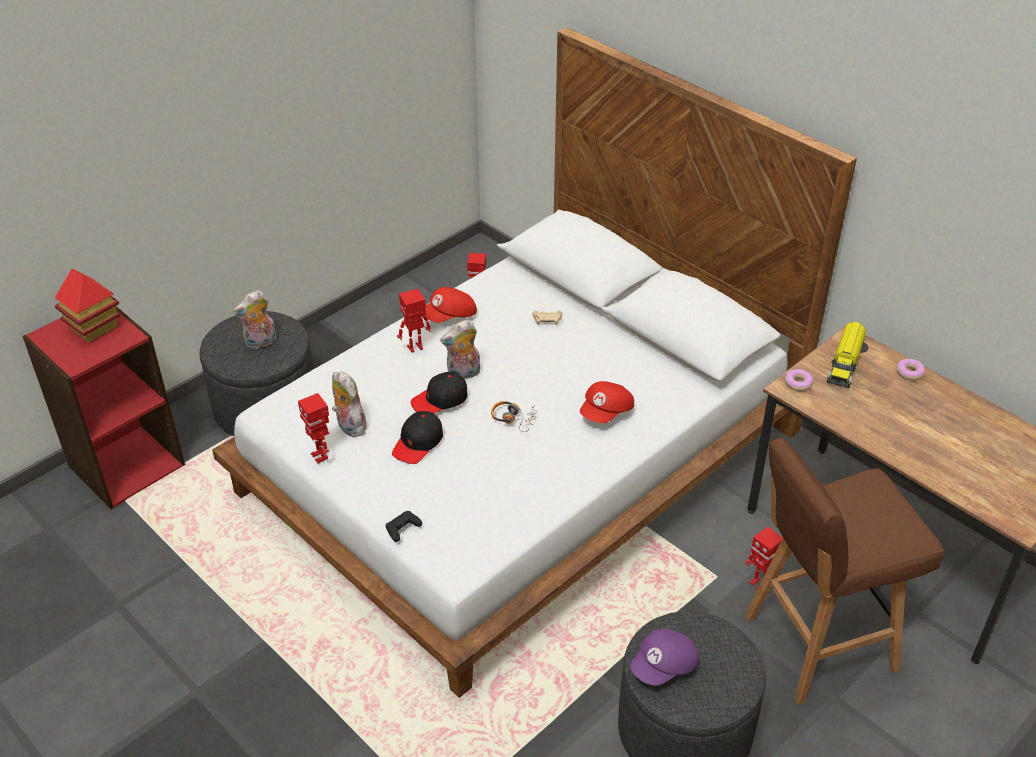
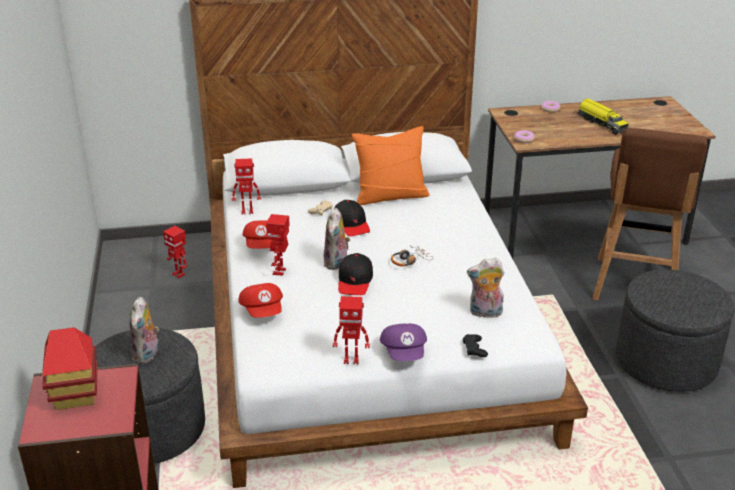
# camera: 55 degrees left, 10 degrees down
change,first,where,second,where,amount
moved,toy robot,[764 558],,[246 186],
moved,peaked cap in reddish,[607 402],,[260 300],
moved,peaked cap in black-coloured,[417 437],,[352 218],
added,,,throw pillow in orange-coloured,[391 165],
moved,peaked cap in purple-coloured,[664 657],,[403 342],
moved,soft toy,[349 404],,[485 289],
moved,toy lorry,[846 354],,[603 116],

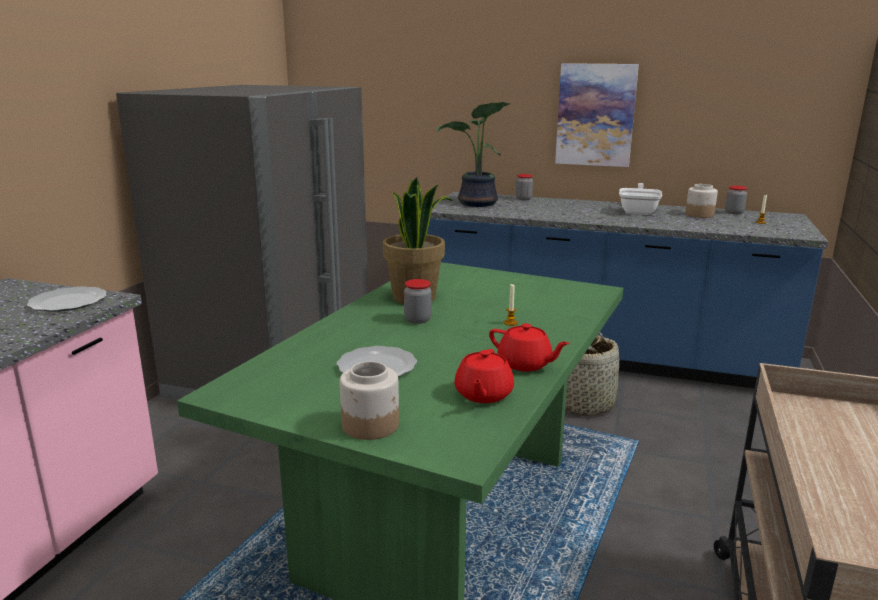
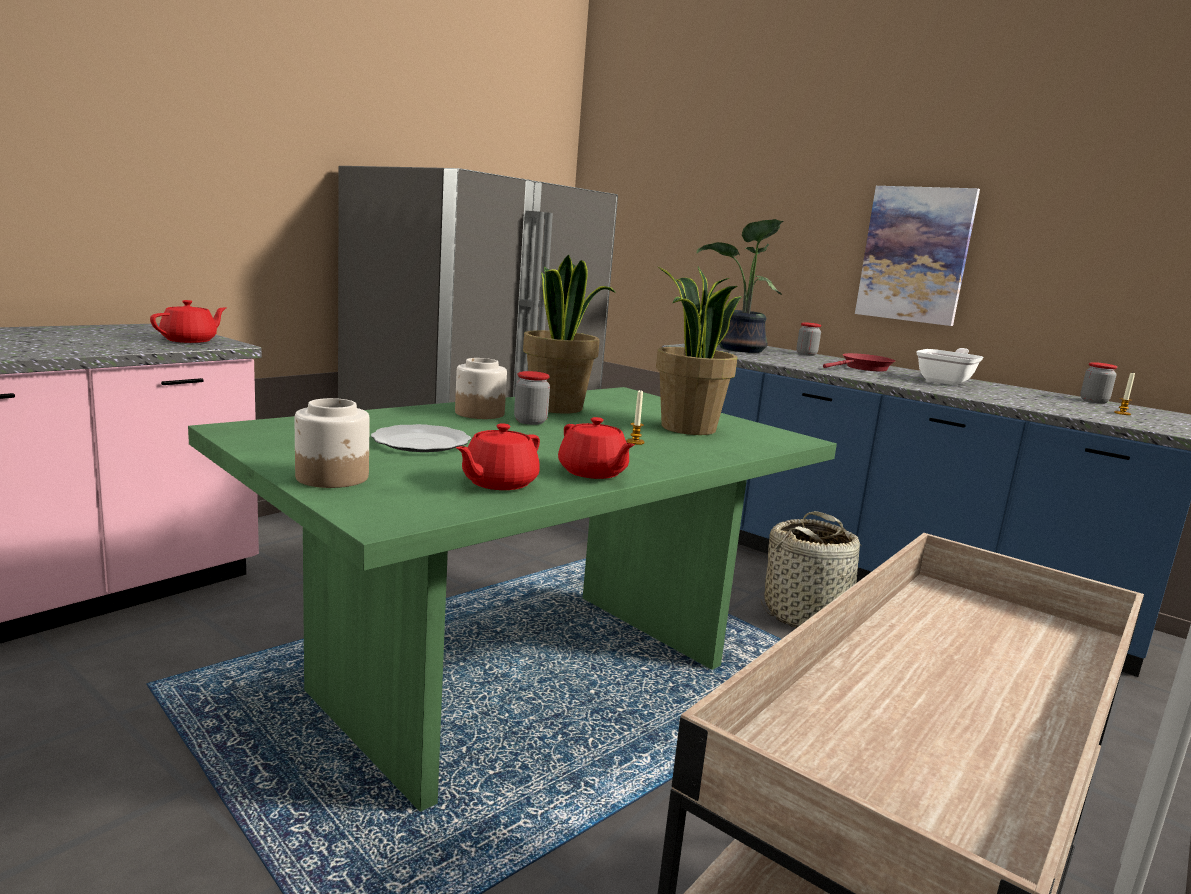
# camera: 20 degrees right, 5 degrees down
change,first,where,second,where,amount
replaced,plate,[67 299],tea pot in reddish,[188 321],
moved,jar,[701 201],,[481 388],
added,,,potted plant,[699 351],
added,,,skillet in reddish,[859 362],

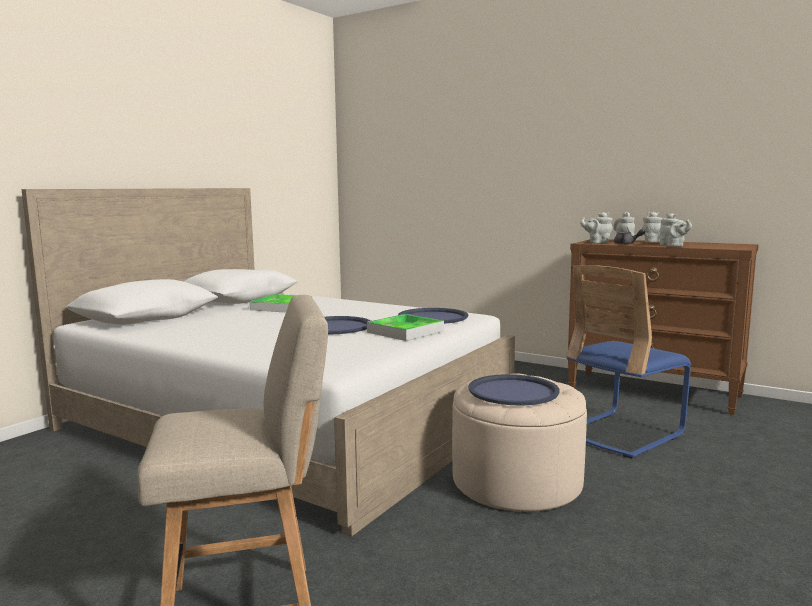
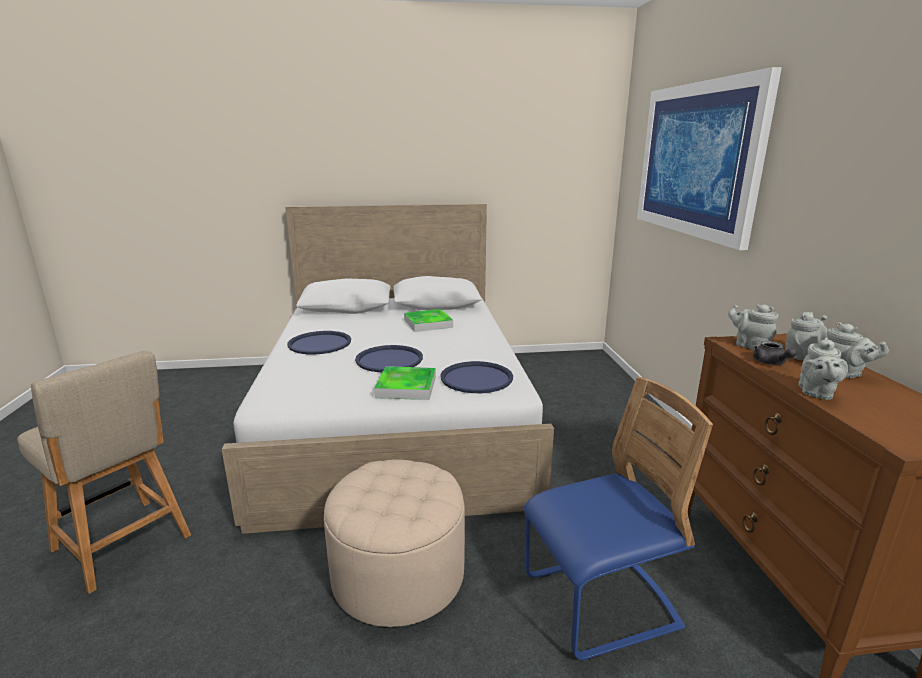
# camera: 50 degrees right, 10 degrees up
change,first,where,second,where,amount
moved,tray in blue,[513 390],,[319 342],
turned,upright chair in blue,[628 362],,[618 518],150 degrees clockwise
added,,,wall art,[709 158],

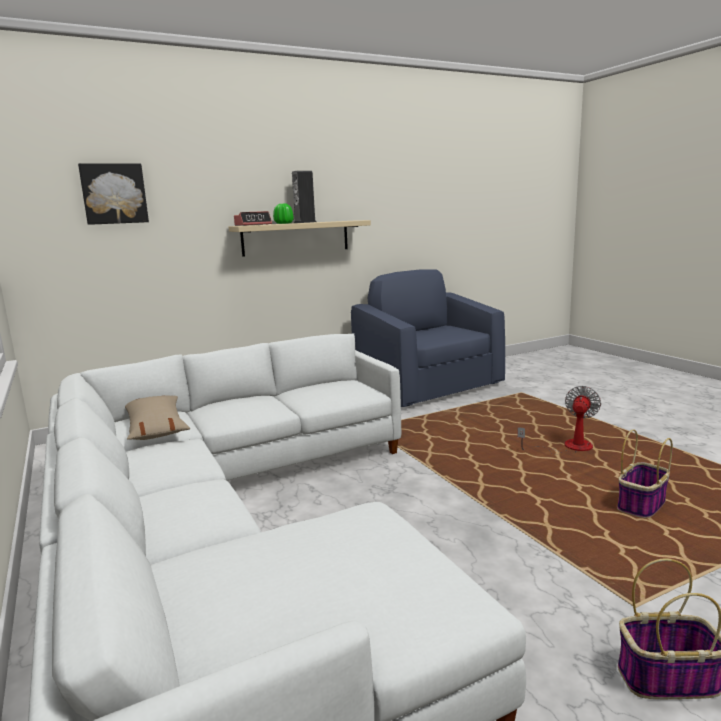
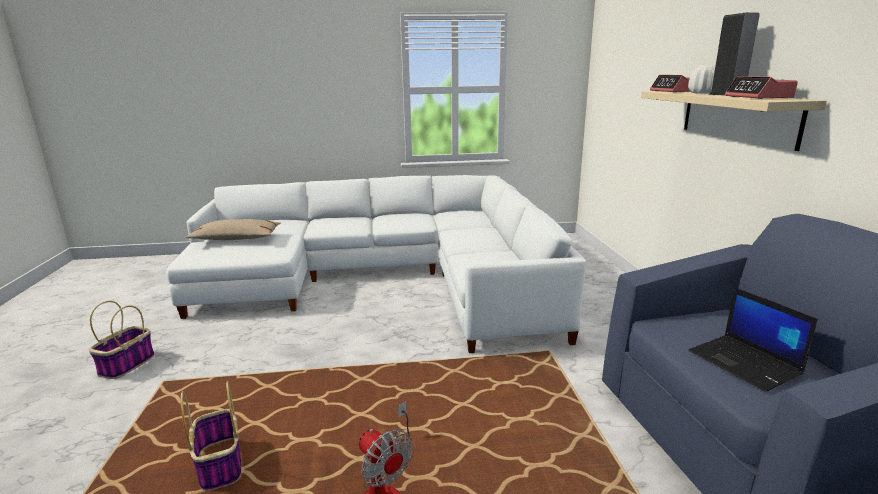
# camera: 110 degrees right, 5 degrees up
change,first,where,second,where,amount
moved,throw pillow in sand-coloured,[157 417],,[233 229],
recoloured,decorative vase in greenish,[283 214],decorative vase in white,[701 79],
added,,,laptop,[753 339],
added,,,table clock,[761 87],
removed,wall art,[113 194],,,

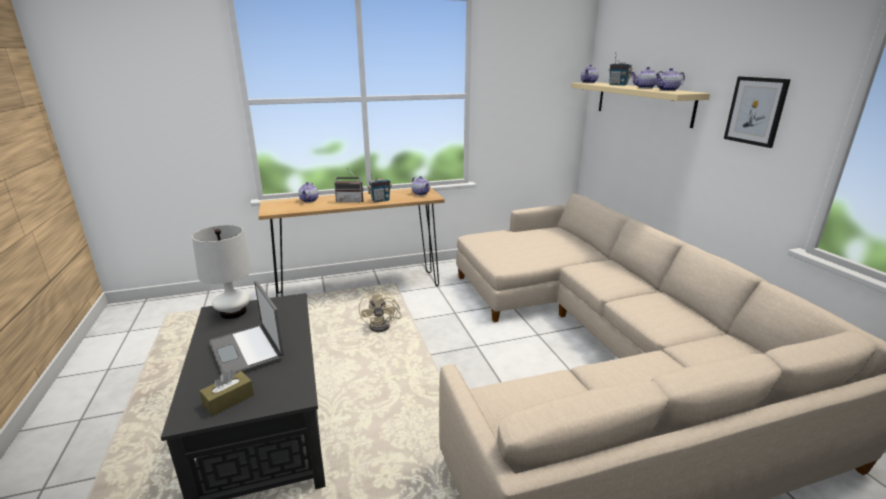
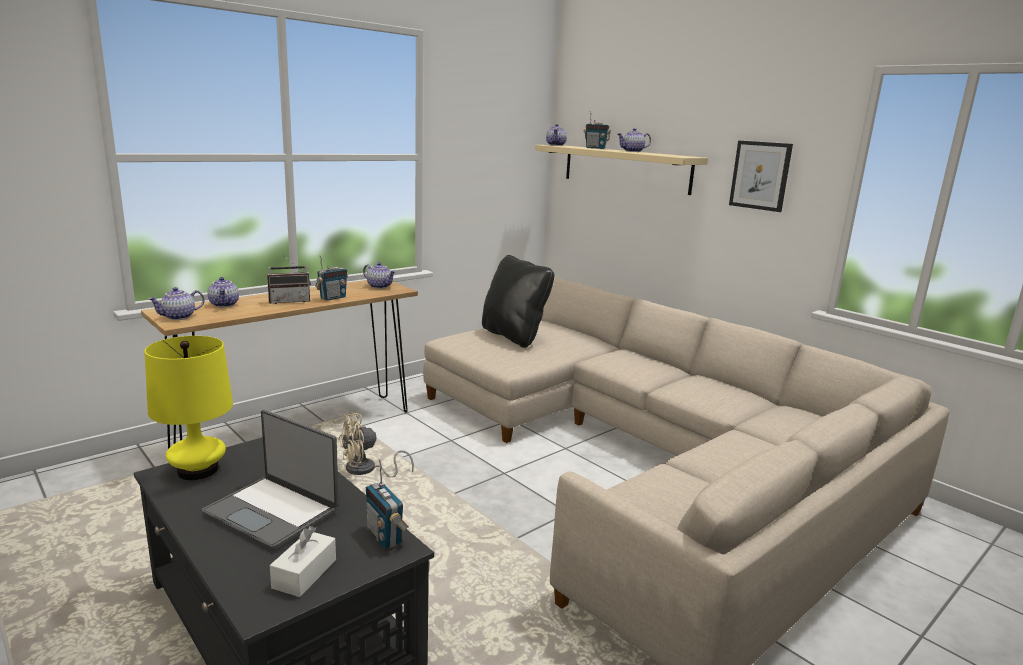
# camera: 25 degrees left, 5 degrees down
change,first,where,second,where,amount
recoloured,lamp for a table in white,[222 272],lamp for a table in yellowish,[188 408],
moved,tea pot,[670 79],,[176 303],
recoloured,tissue box in brown,[226 393],tissue box in white,[303 561],
turned,fan in sand-coloured,[380 310],,[376 445],90 degrees clockwise
added,,,radio set,[387 504],
added,,,throw pillow in black-coloured,[518 301],

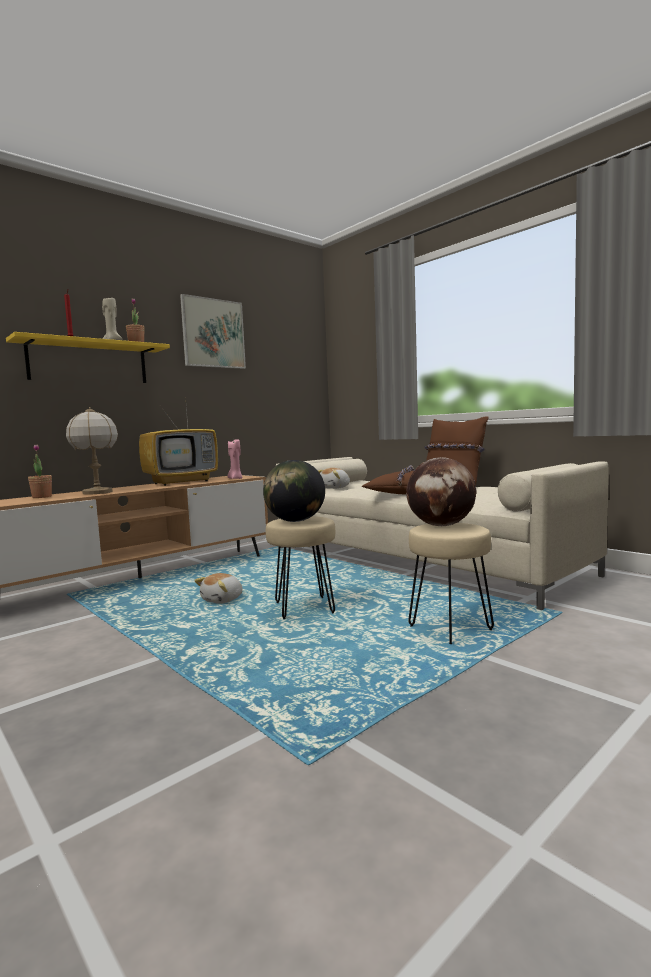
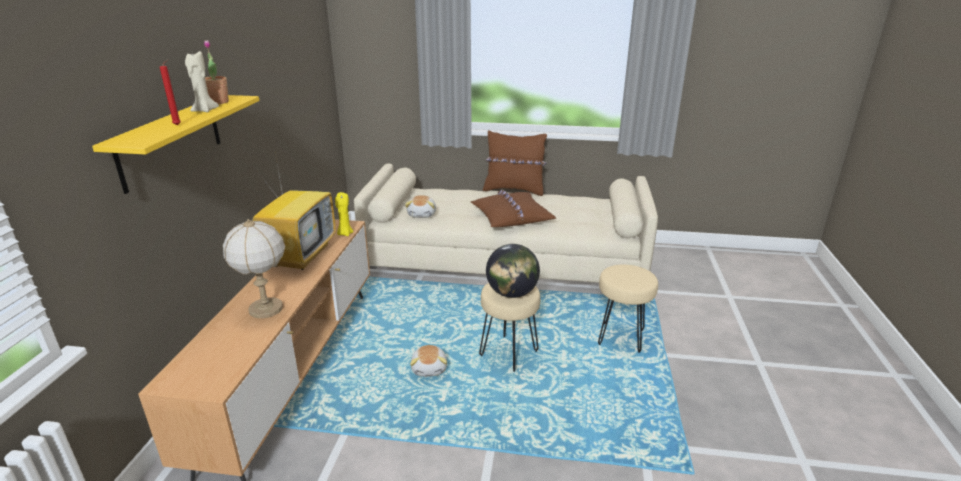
# camera: 40 degrees left, 20 degrees up
change,first,where,second,where,amount
recoloured,wax candle in pinkish,[235 459],wax candle in yellowish,[344 214],
removed,potted plant,[40 471],,,
removed,wall art,[213 331],,,
removed,desk globe,[441 491],,,

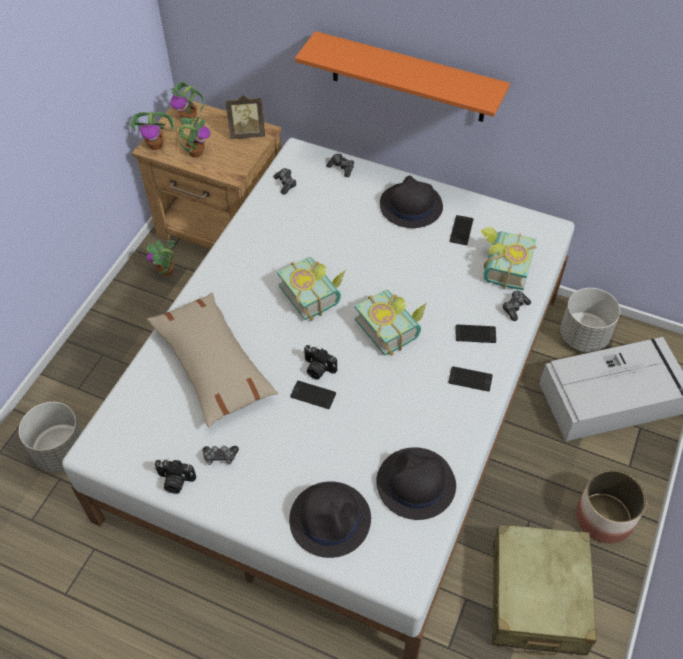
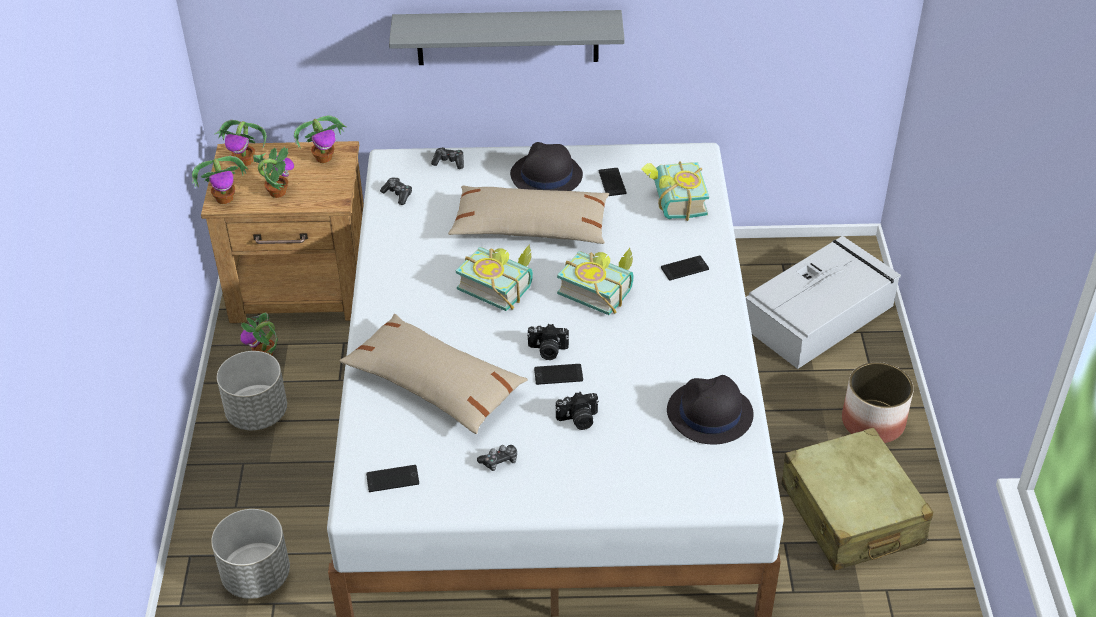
# camera: 25 degrees left, 10 degrees down
change,first,where,second,where,amount
moved,flower pot in grey,[590 320],,[252 390],
replaced,standing frame,[245 117],potted plant,[320 139],
moved,telephone,[471 379],,[392 478],
recoloured,bracket shelf in orange-coloured,[402 76],bracket shelf in grey,[507 37],
added,,,throw pillow in sand-coloured,[528 215],
moved,photo camera,[175 476],,[577 411],
removed,clothing hat in black-coloured,[330 519],,,
removed,gamepad,[517 306],,,

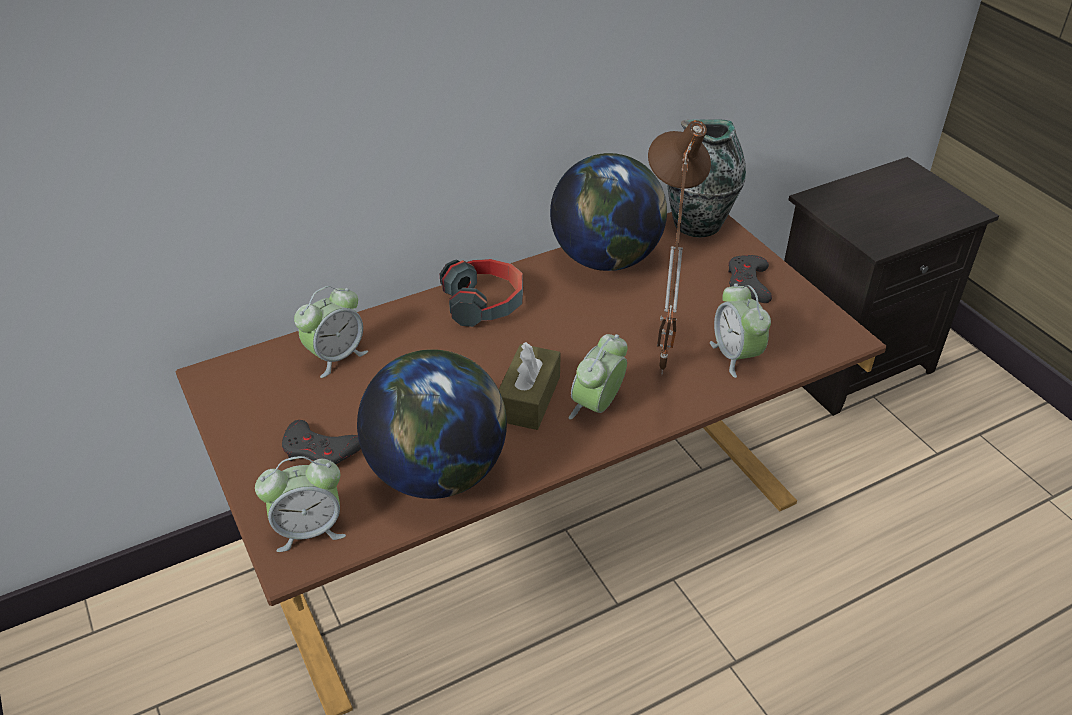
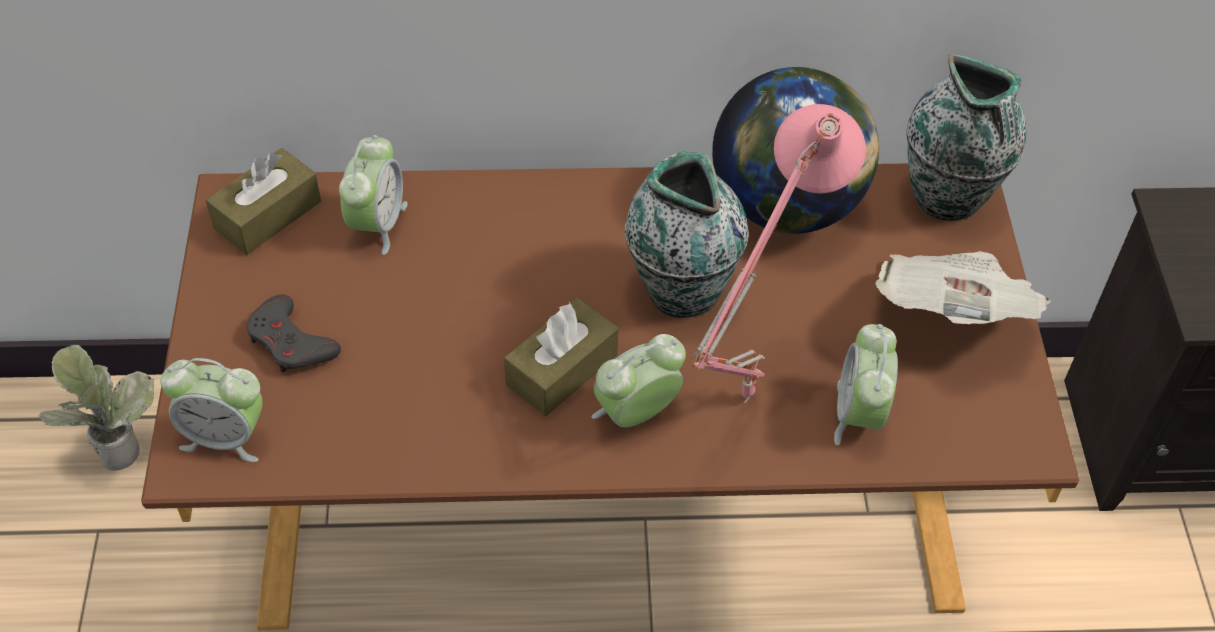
# camera: 25 degrees right, 10 degrees up
change,first,where,second,where,amount
added,,,potted plant,[97 408],
added,,,tissue box in brown,[263 201],
turned,table clock,[331 332],,[373 195],60 degrees counterclockwise
added,,,decorative vase,[687 235],
recoloured,lamp for a table in brown,[679 246],lamp for a table in pinkish,[779 254],
replaced,gamepad in grey,[750 279],daily paper,[963 287],
removed,desk globe,[432 424],,,
removed,headset,[481 293],,,

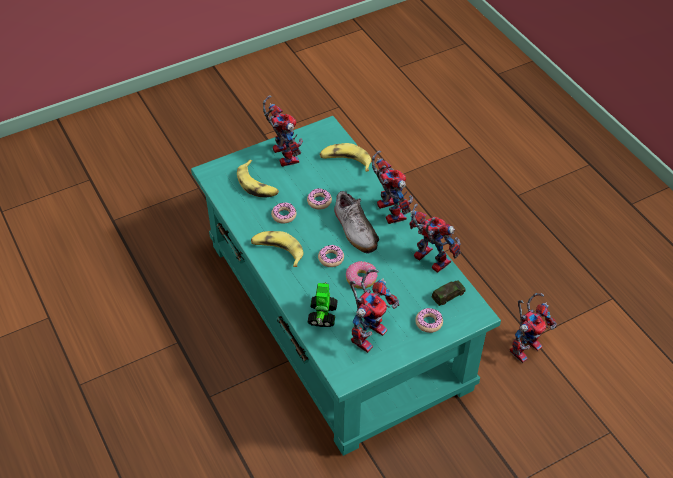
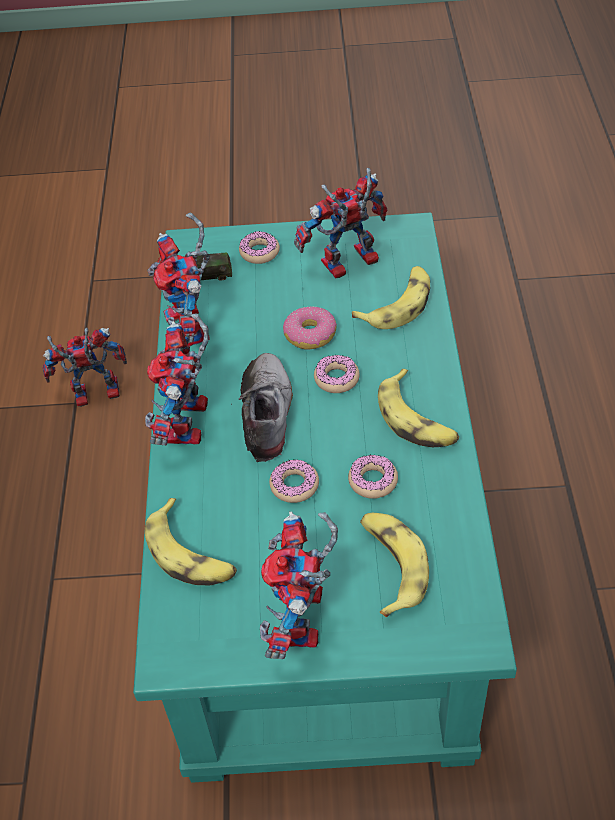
# camera: 150 degrees left, 0 degrees up
change,first,where,second,where,amount
replaced,toy robot,[323 304],banana fruit,[391 297],

